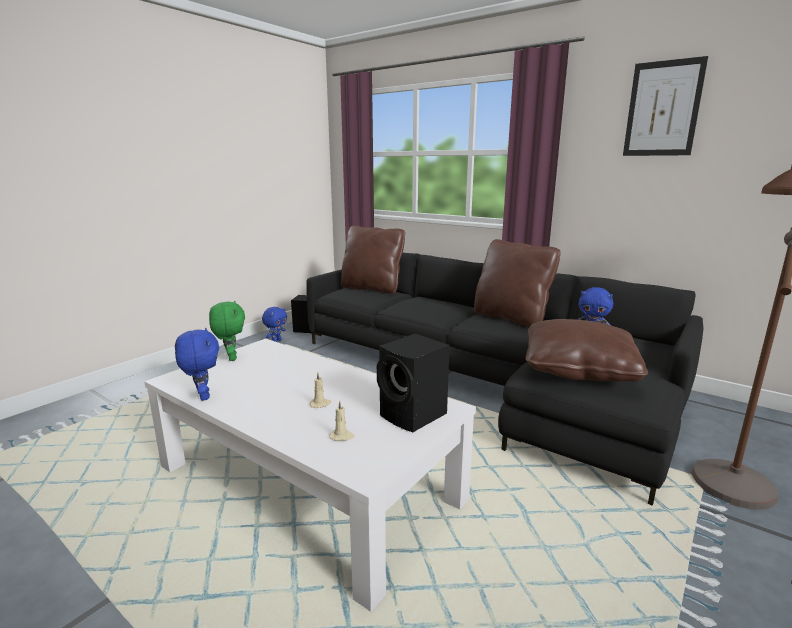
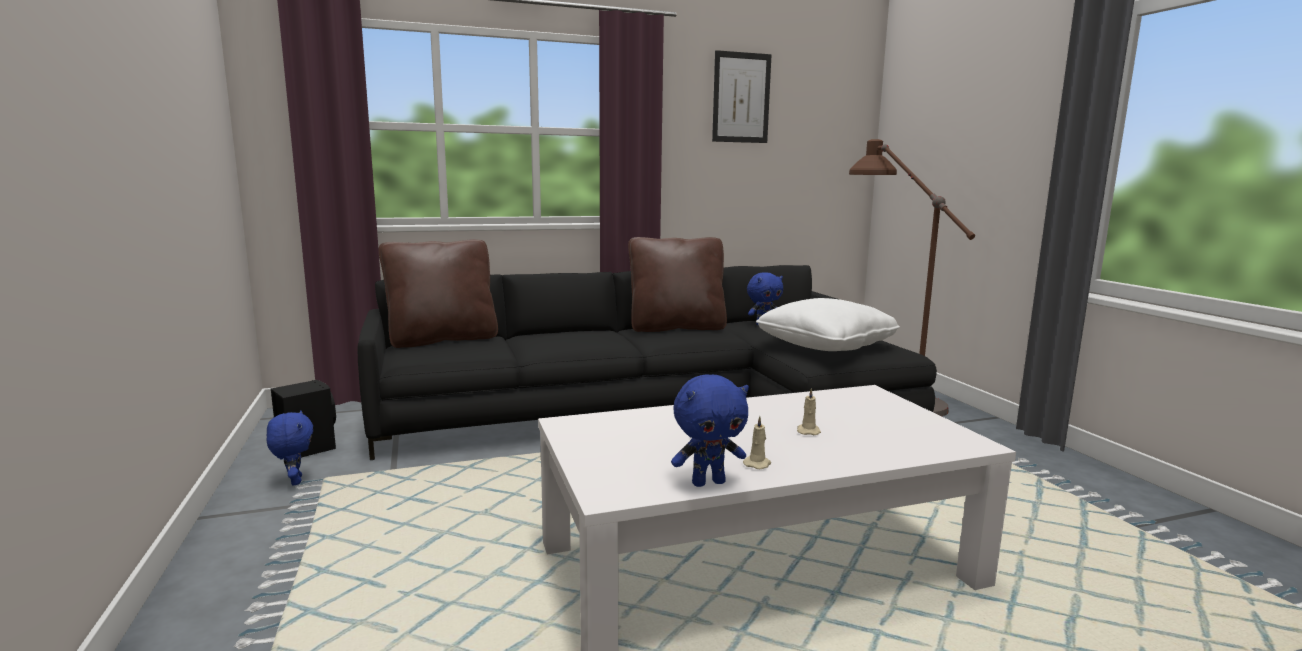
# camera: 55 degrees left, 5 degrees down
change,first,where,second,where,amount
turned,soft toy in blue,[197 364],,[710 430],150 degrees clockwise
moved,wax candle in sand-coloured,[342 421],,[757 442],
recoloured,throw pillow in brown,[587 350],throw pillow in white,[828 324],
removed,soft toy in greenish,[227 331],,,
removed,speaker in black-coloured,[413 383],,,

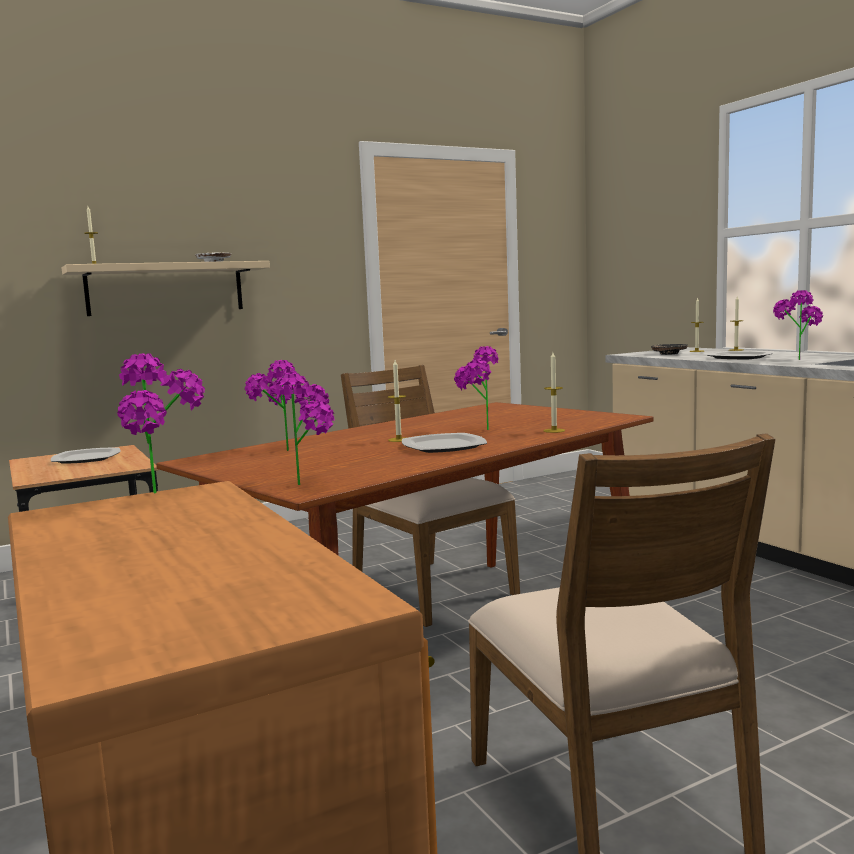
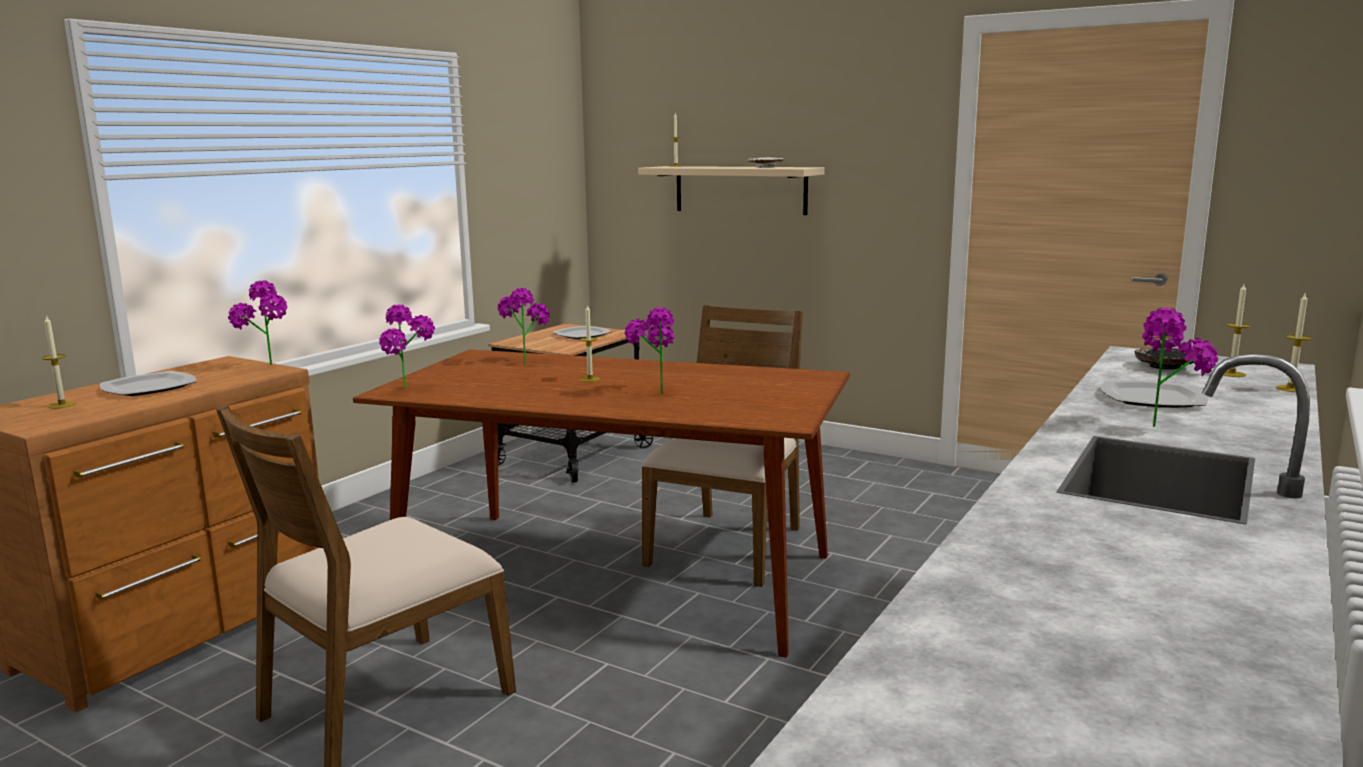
# camera: 60 degrees right, 5 degrees up
change,first,where,second,where,amount
moved,wax candle,[554 392],,[59 362],
moved,plate,[444 443],,[148 383],

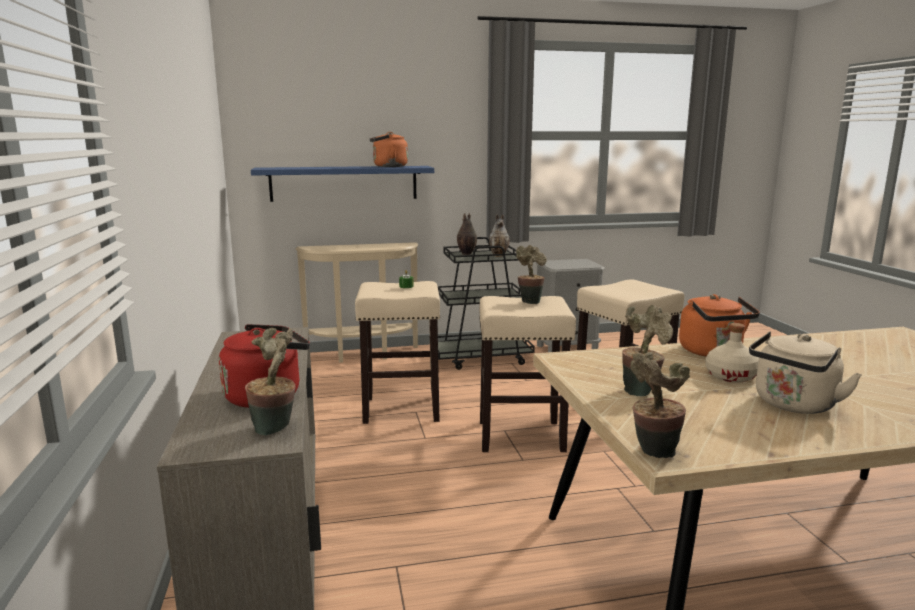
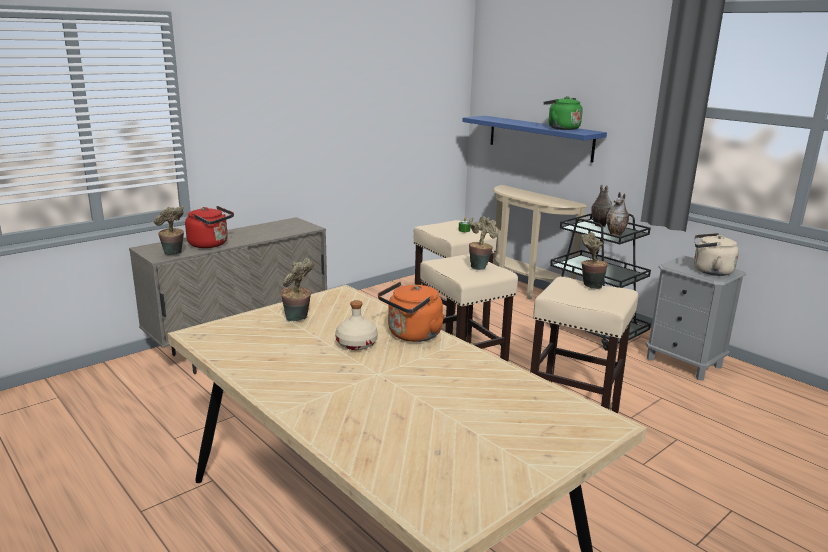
# camera: 60 degrees right, 5 degrees up
change,first,where,second,where,amount
recoloured,water kettle in orange-coloured,[389 149],water kettle in greenish,[563 113],
moved,potted plant,[660 405],,[595 260],
moved,water kettle in sand-coloured,[805 372],,[716 254],

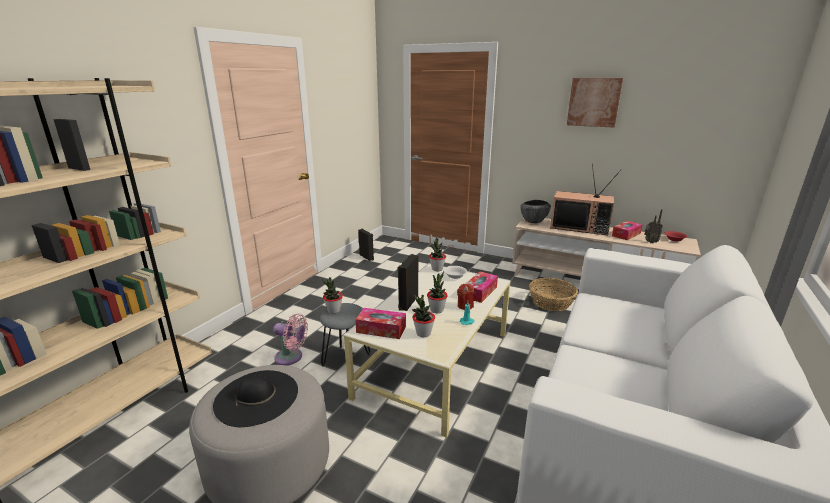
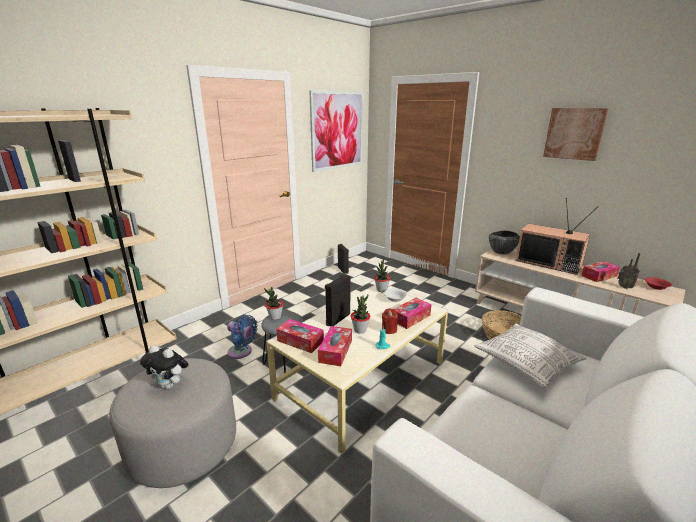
# camera: 15 degrees right, 0 degrees up
change,first,where,second,where,amount
replaced,clothing hat in black-coloured,[255 398],soft toy,[164 367],
recoloured,fan in pinkish,[290 339],fan in blue,[242 337],
added,,,wall art,[336 131],
replaced,potted plant,[423 315],tissue box,[335 346],
added,,,throw pillow,[530 355],

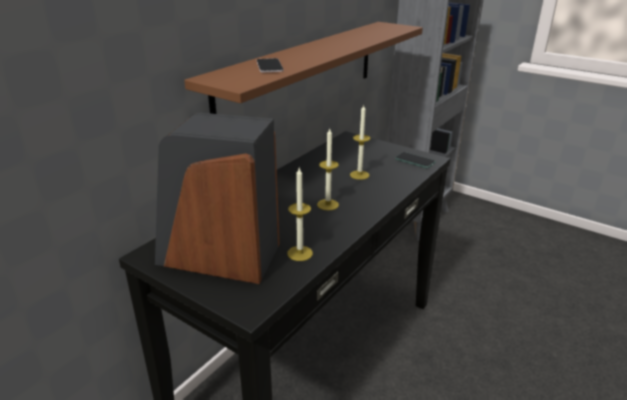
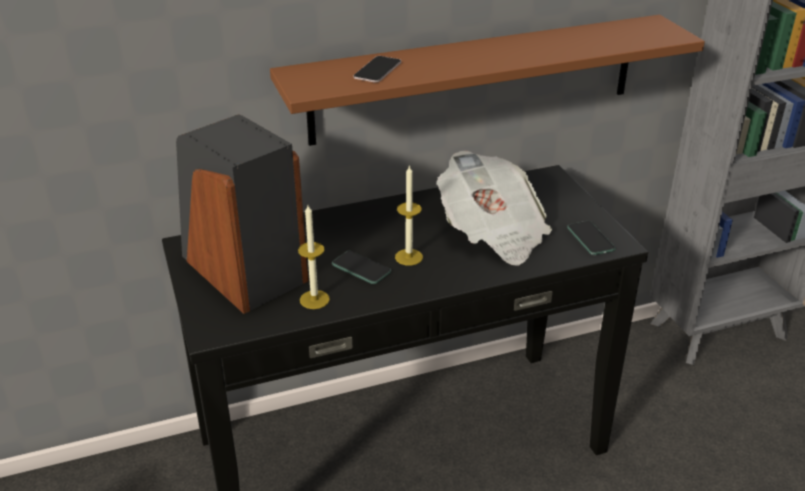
# camera: 35 degrees right, 5 degrees up
change,first,where,second,where,amount
added,,,telephone,[361 267],
replaced,wax candle,[360 142],daily paper,[494 208],

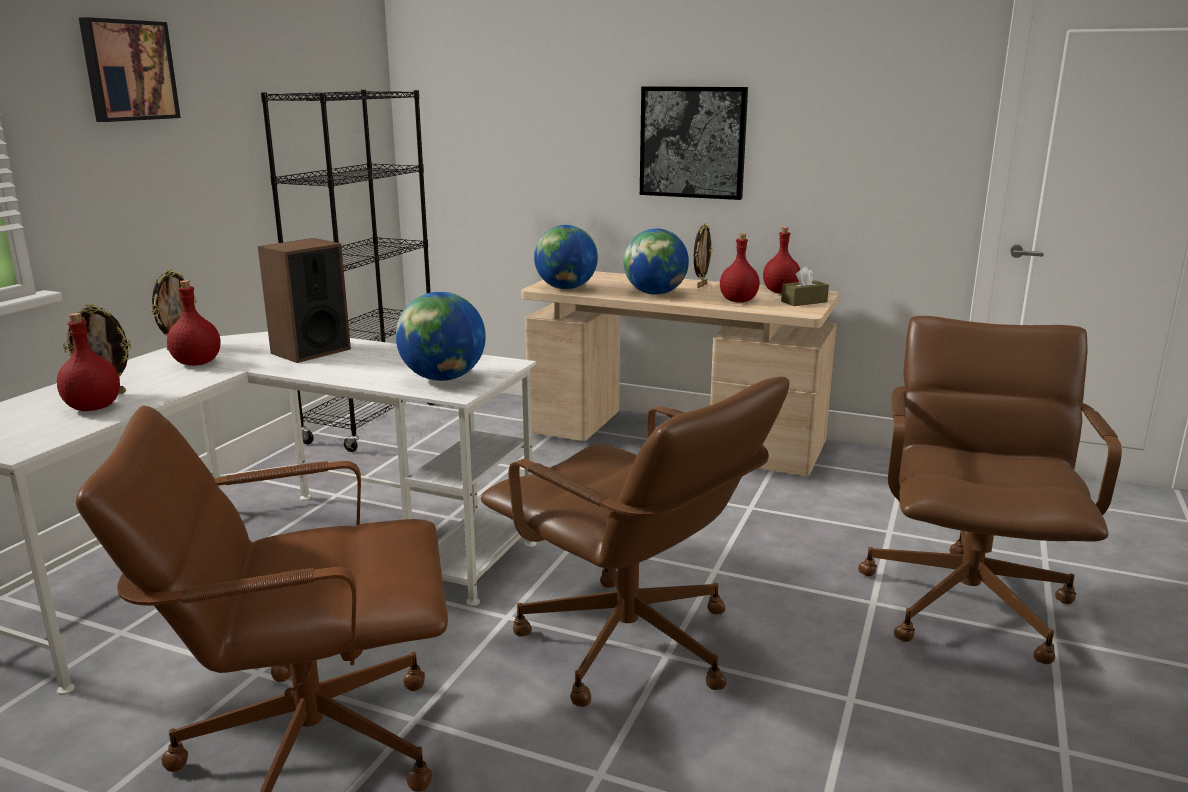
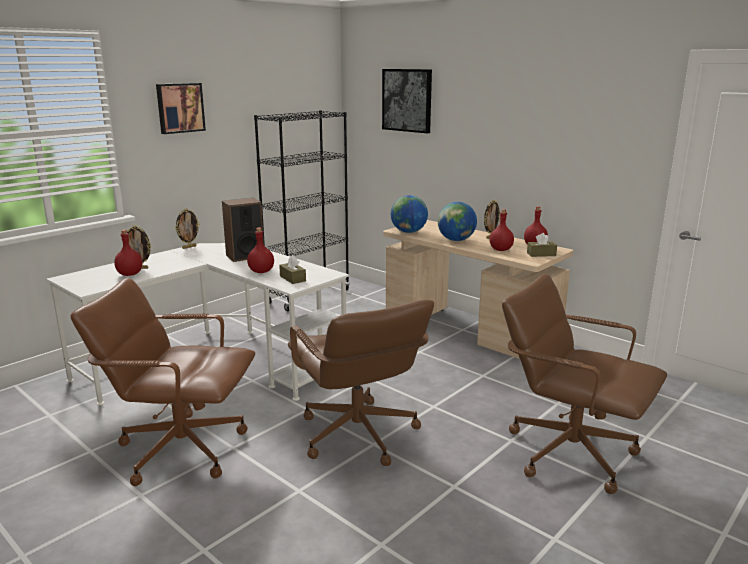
# camera: 20 degrees right, 0 degrees up
change,first,where,second,where,amount
moved,beverage bottle in reddish,[194 323],,[260 250],
replaced,desk globe,[441 336],tissue box in brown,[292 269],
moved,wall art,[694 143],,[407 101],
turned,office chair in brown,[990 490],,[584 383],90 degrees counterclockwise

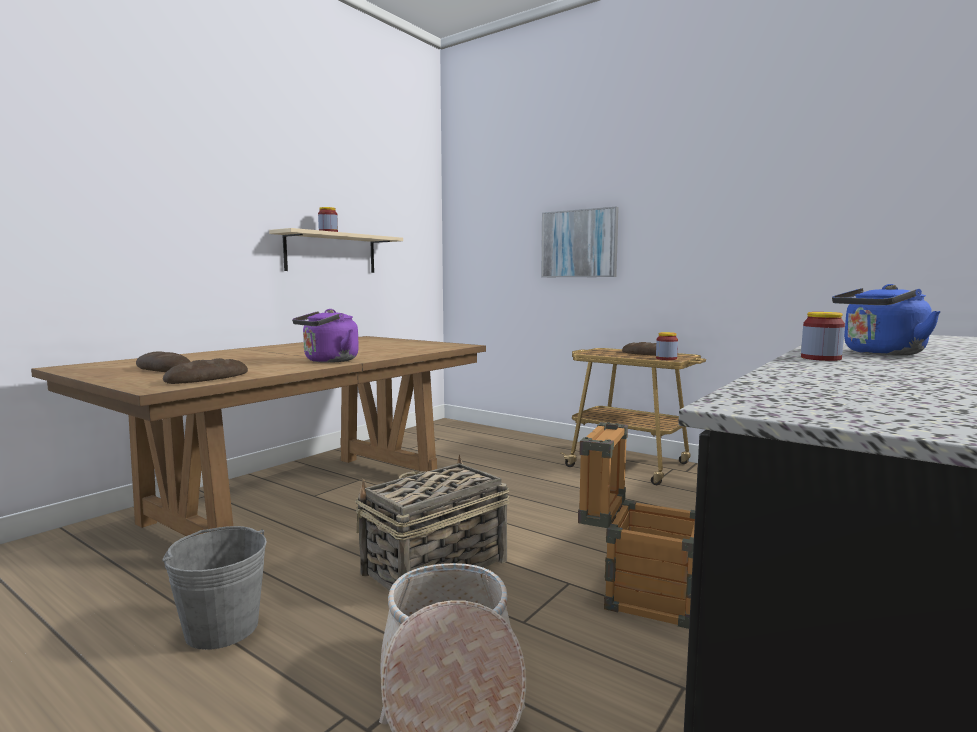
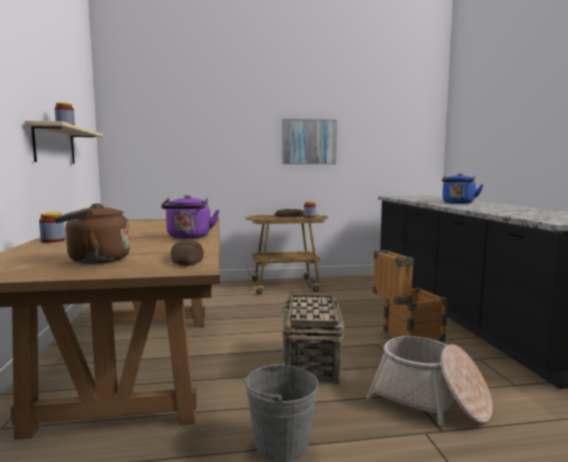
# camera: 45 degrees left, 0 degrees up
change,first,where,second,where,amount
moved,jar,[823 336],,[52 227],
replaced,bread,[163 361],water kettle in brown,[92 233],
moved,wall art,[580 242],,[309 141],

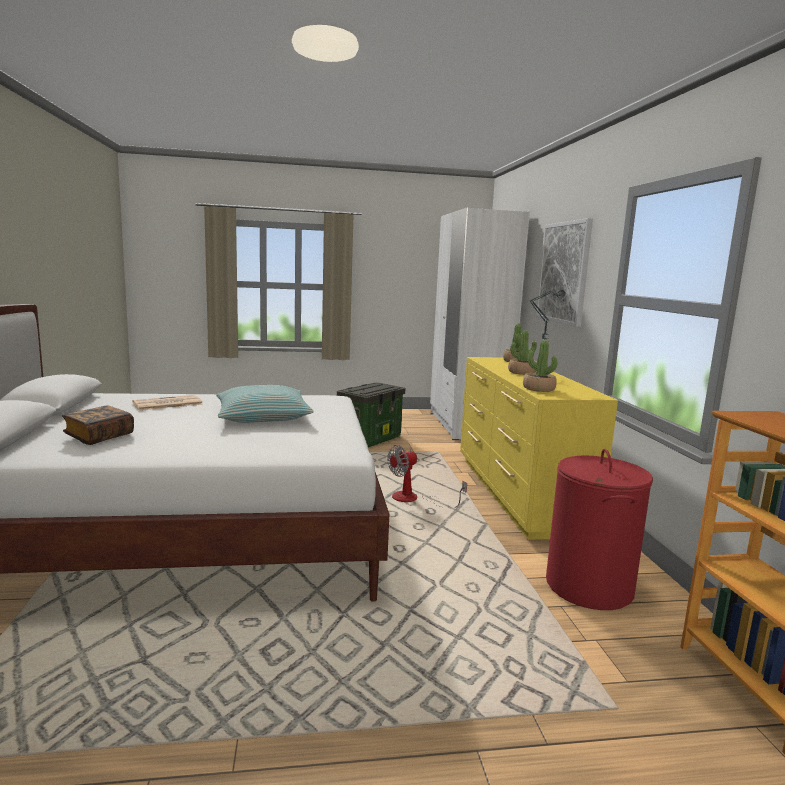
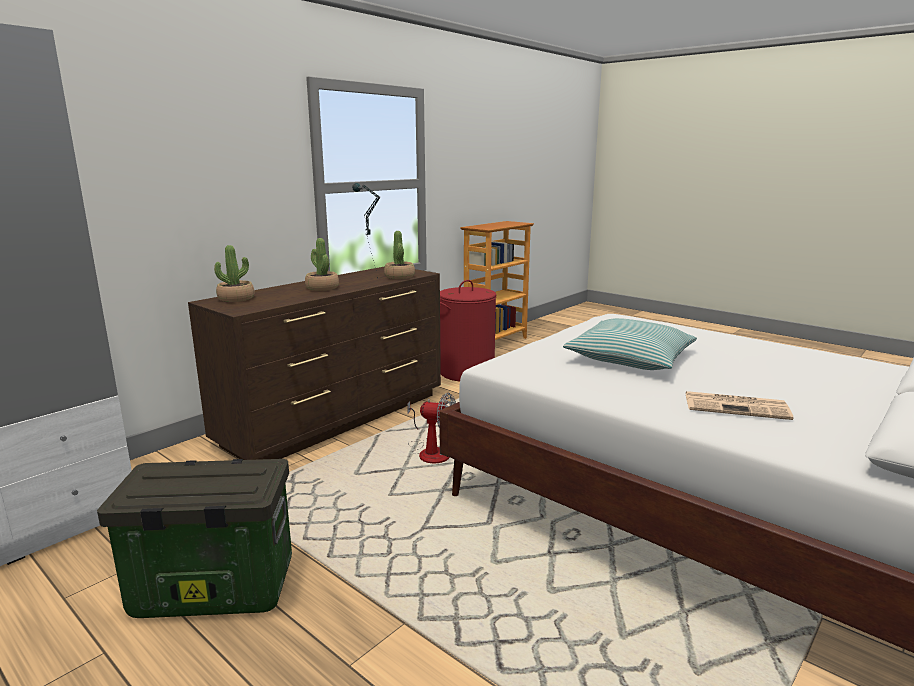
# camera: 130 degrees left, 5 degrees up
change,first,where,second,where,amount
recoloured,chest of drawers in yellowish,[539 448],chest of drawers in brown,[314 363],
removed,volume,[98 425],,,
removed,wall art,[564 272],,,

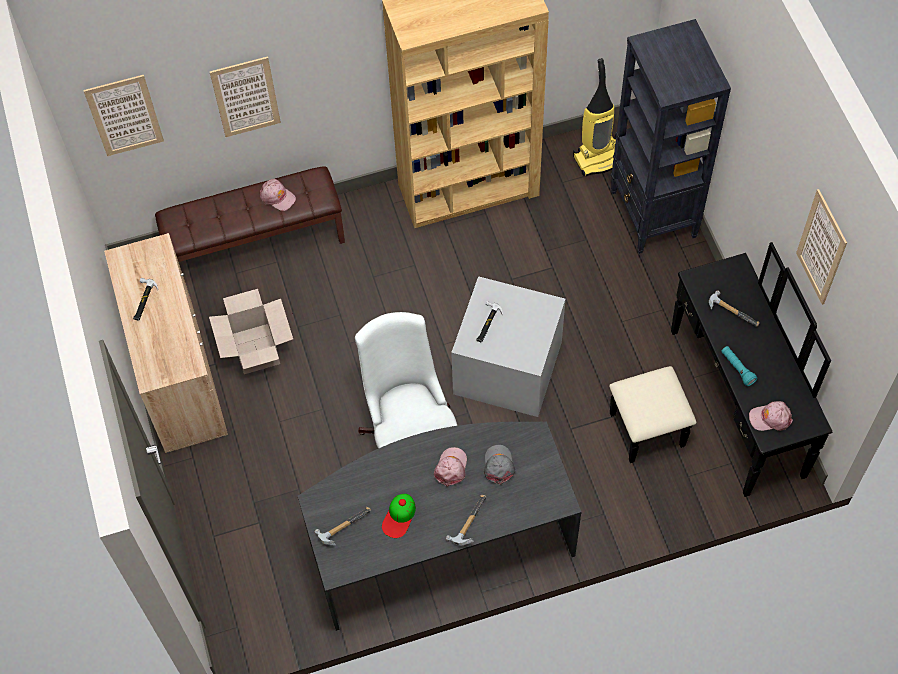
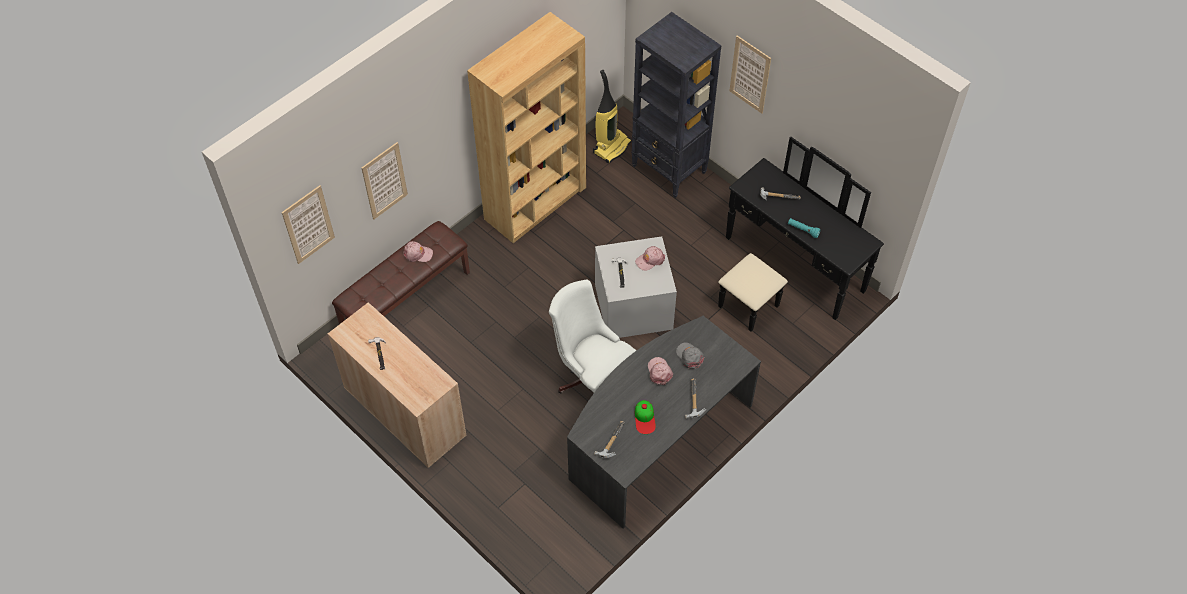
# camera: 30 degrees left, 5 degrees down
change,first,where,second,where,amount
moved,peaked cap in pinkish,[771 416],,[650 258],
moved,wall art,[821 247],,[750 75],
removed,packing box,[251 331],,,

